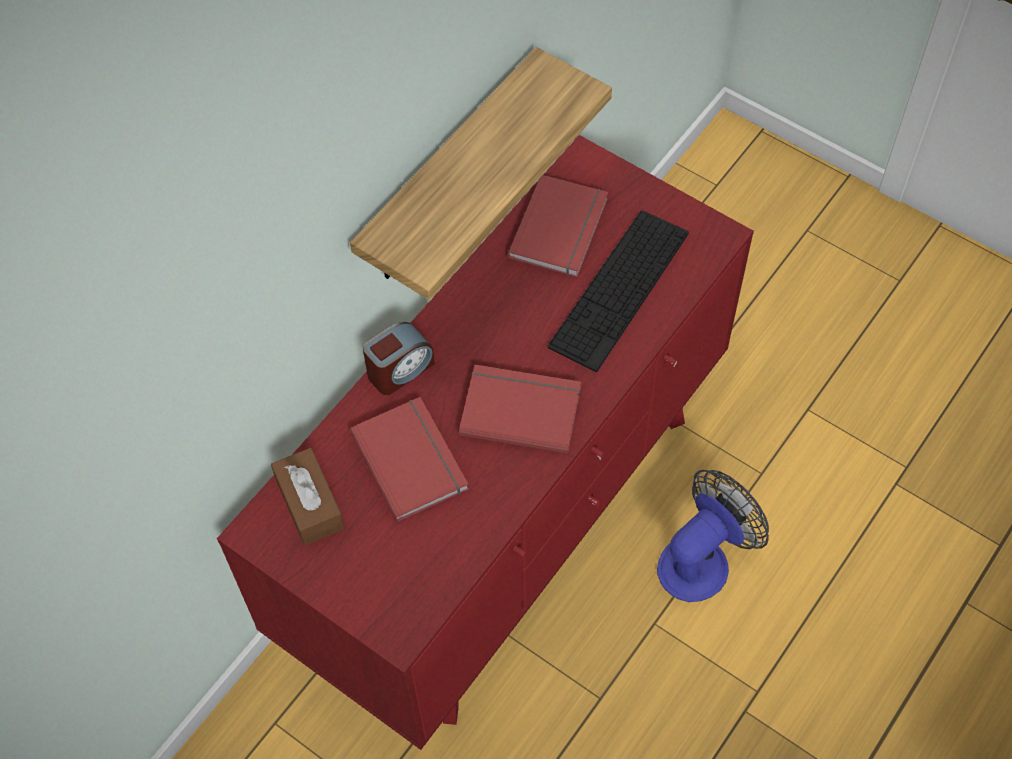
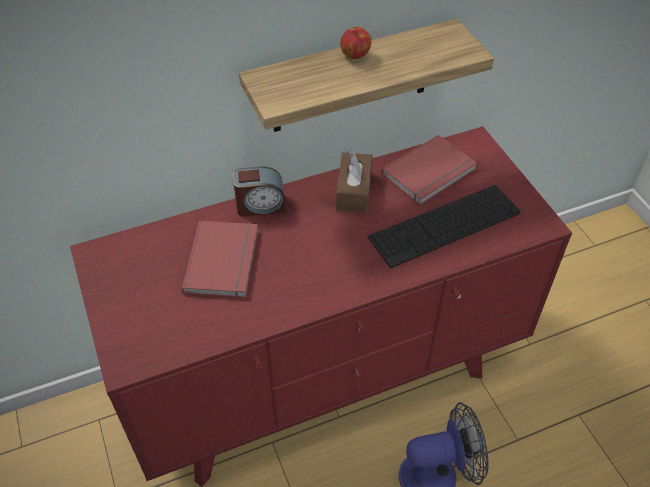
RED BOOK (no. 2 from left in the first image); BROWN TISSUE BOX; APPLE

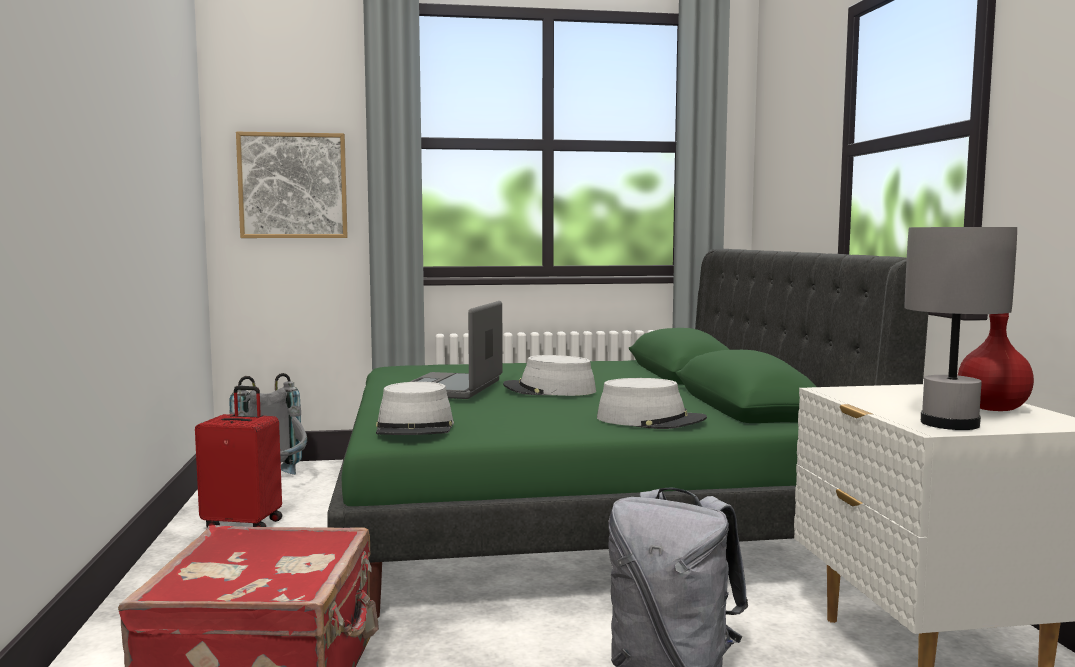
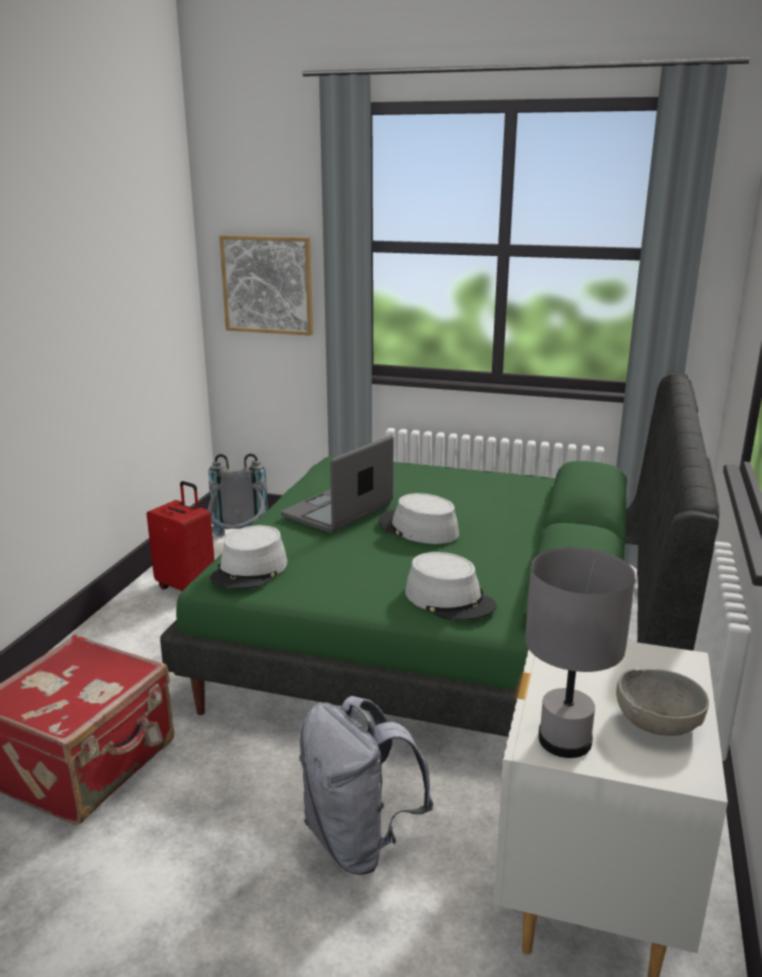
GREY BOWL

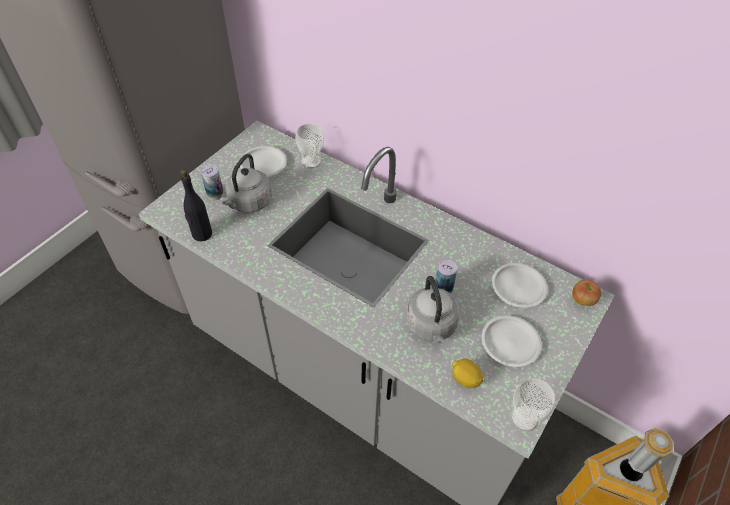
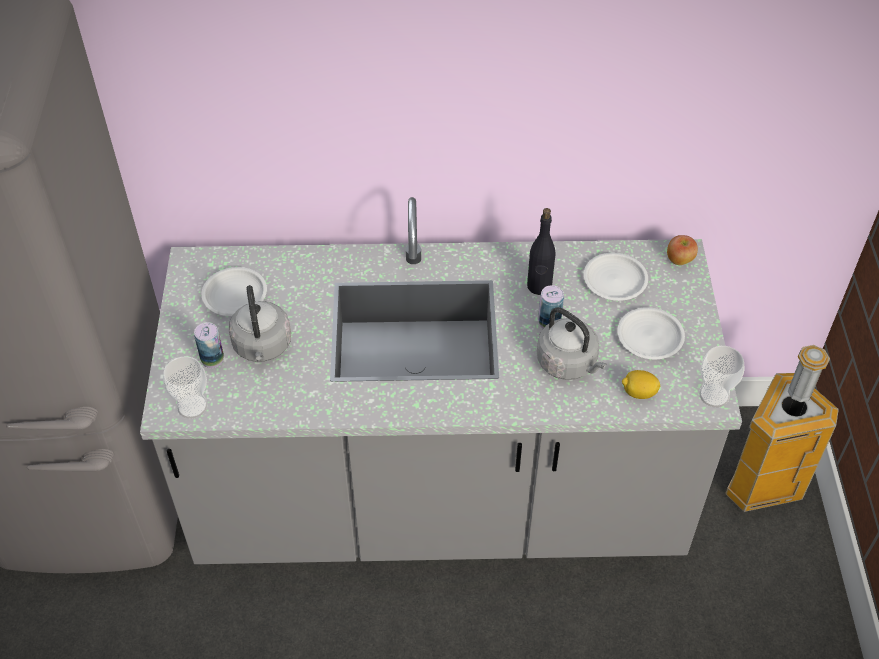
CUP (no. 1 from left); BLACK BOTTLE

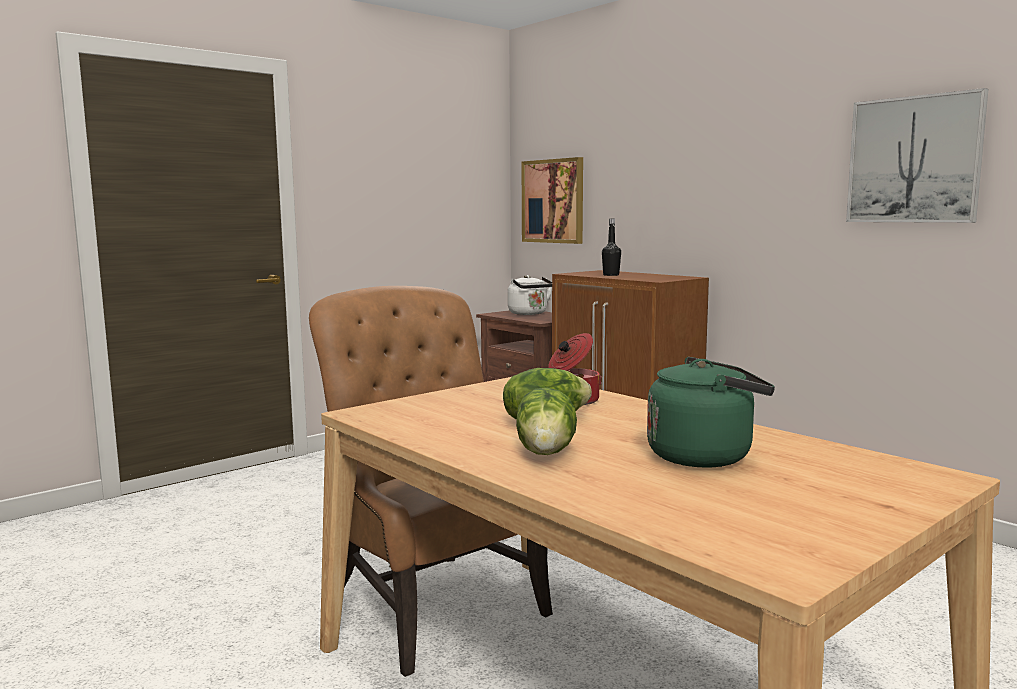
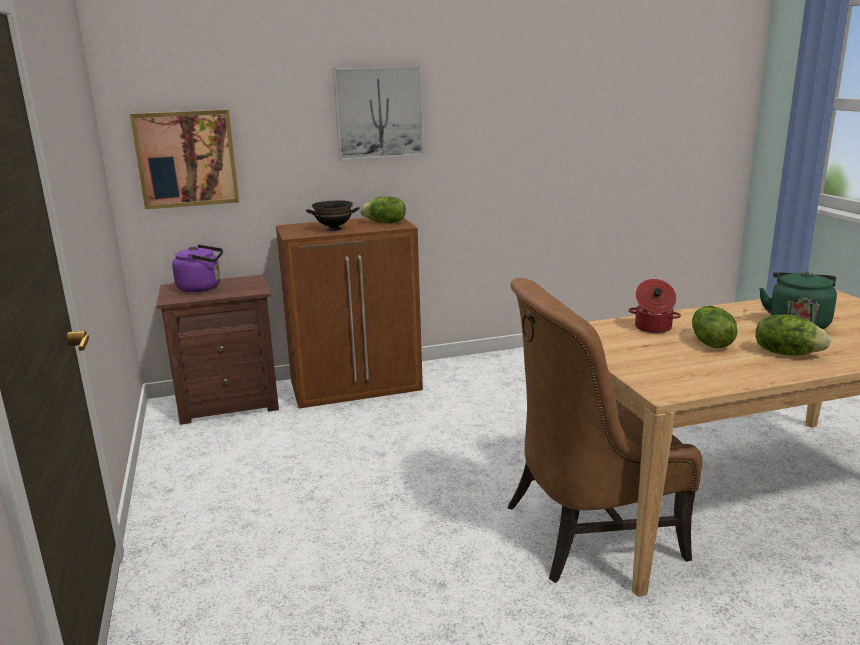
PICTURE (no. 2 from left); BLACK BOWL; PURPLE KETTLE; LETTUCE (no. 1 from left)

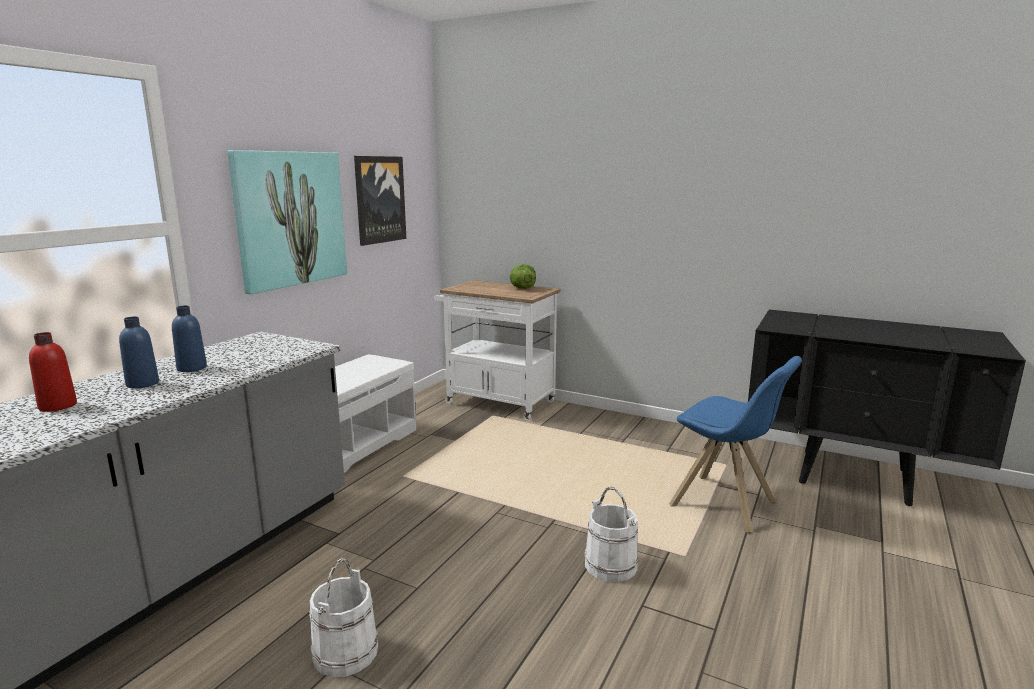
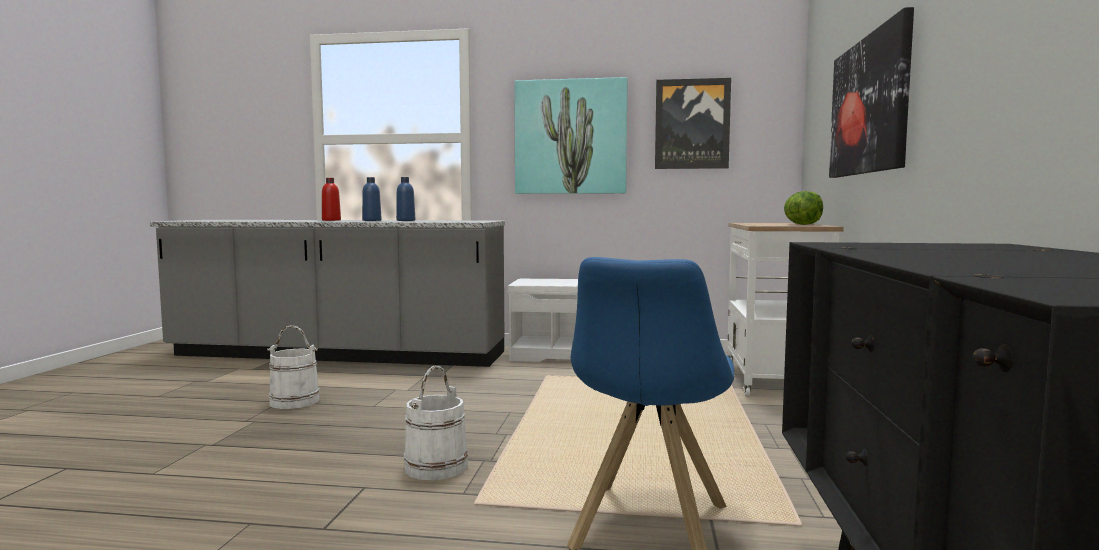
PICTURE (no. 3 from left)

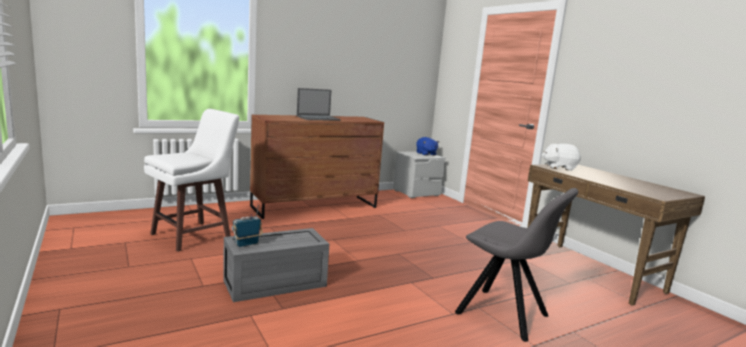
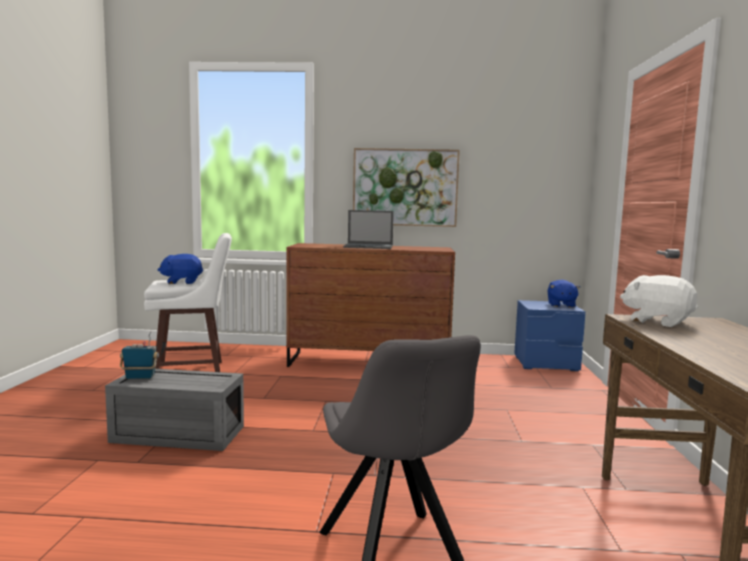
BLUE NIGHTSTAND; PICTURE; BLUE PLUSH TOY (no. 1 from left)

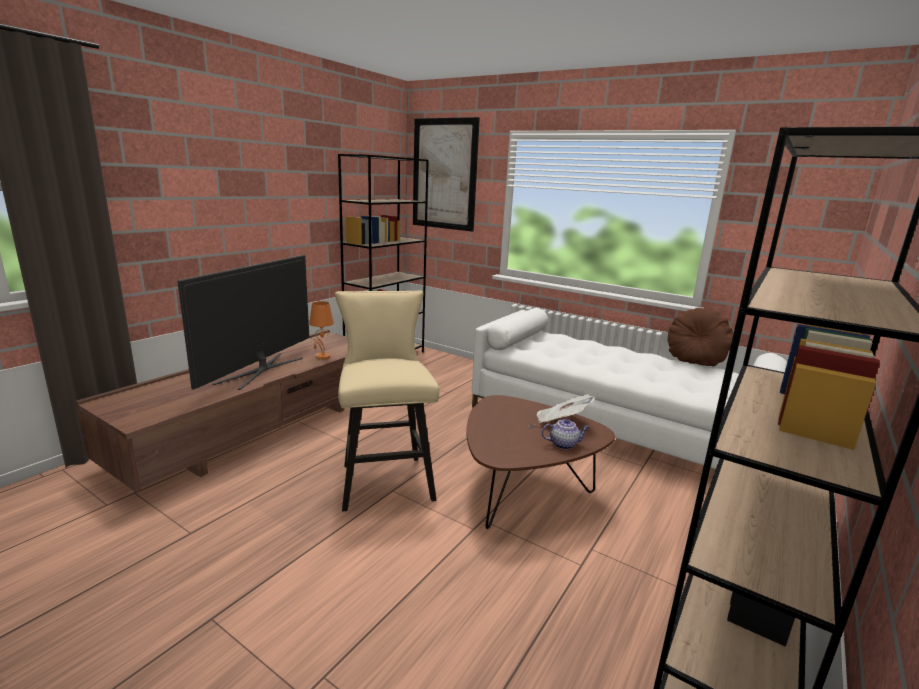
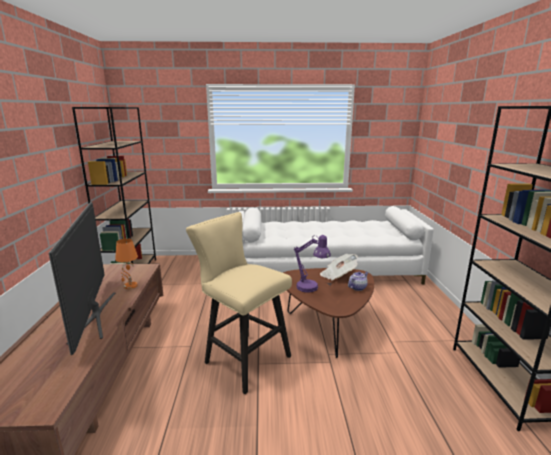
PICTURE; BROWN PILLOW; PURPLE TABLE LAMP

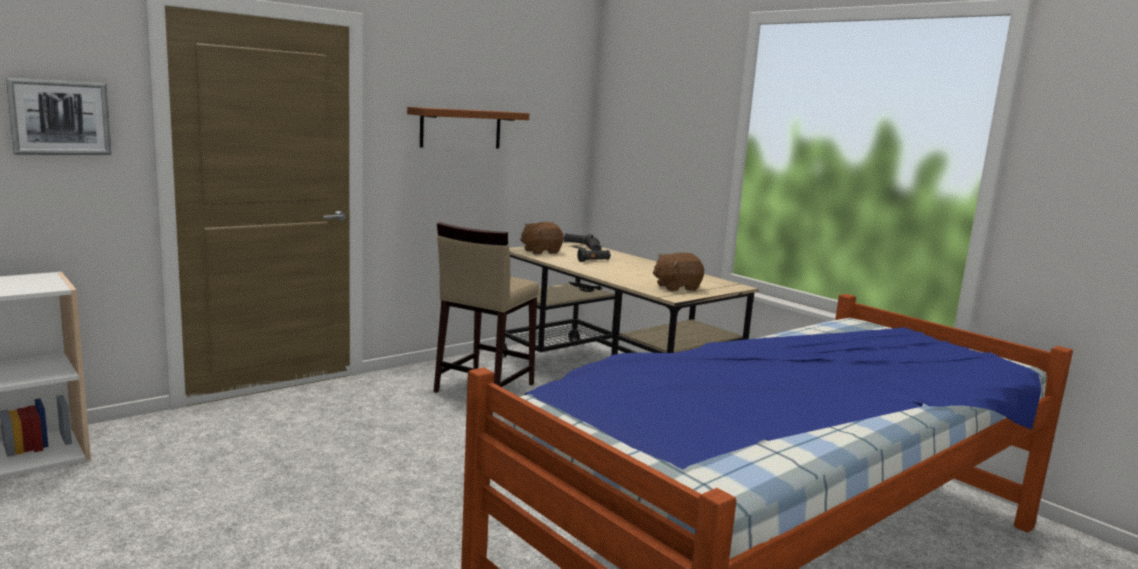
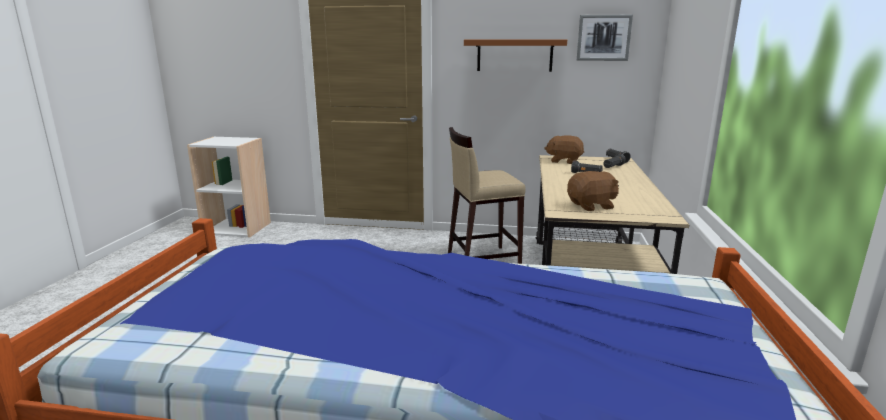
PICTURE; BROWN PLUSH TOY (no. 2 from left)

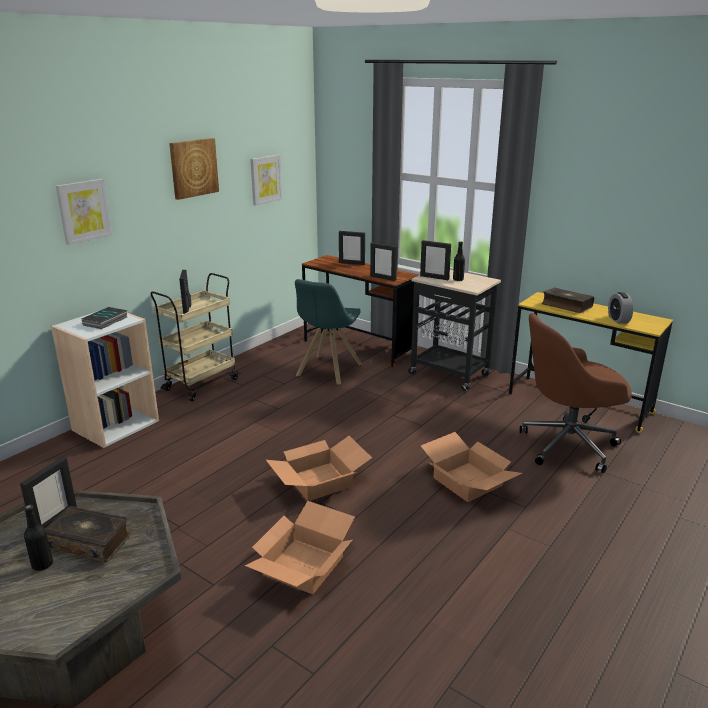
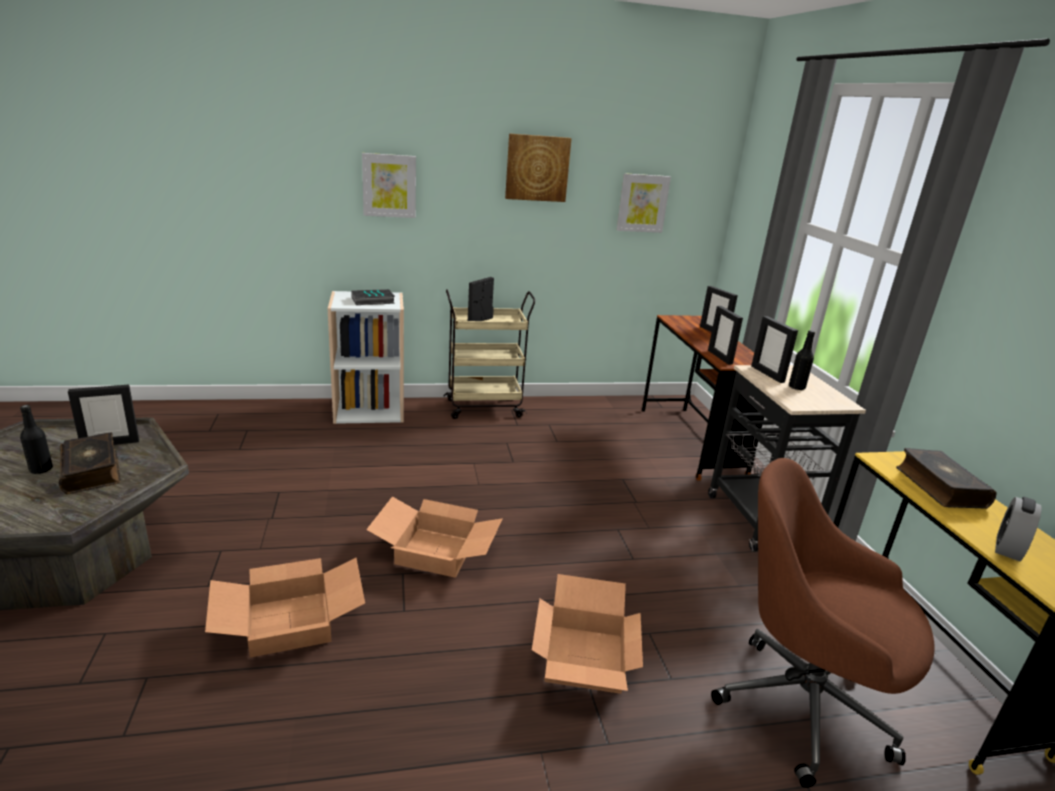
TURQUOISE CHAIR

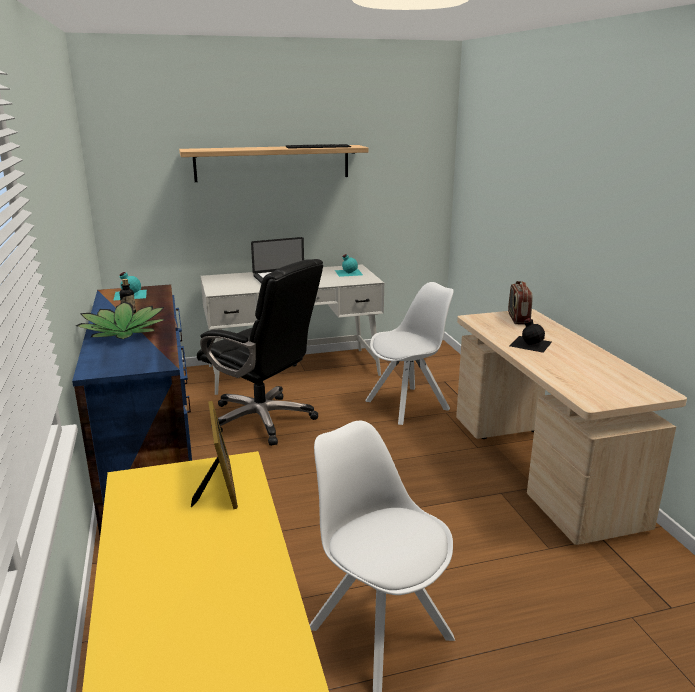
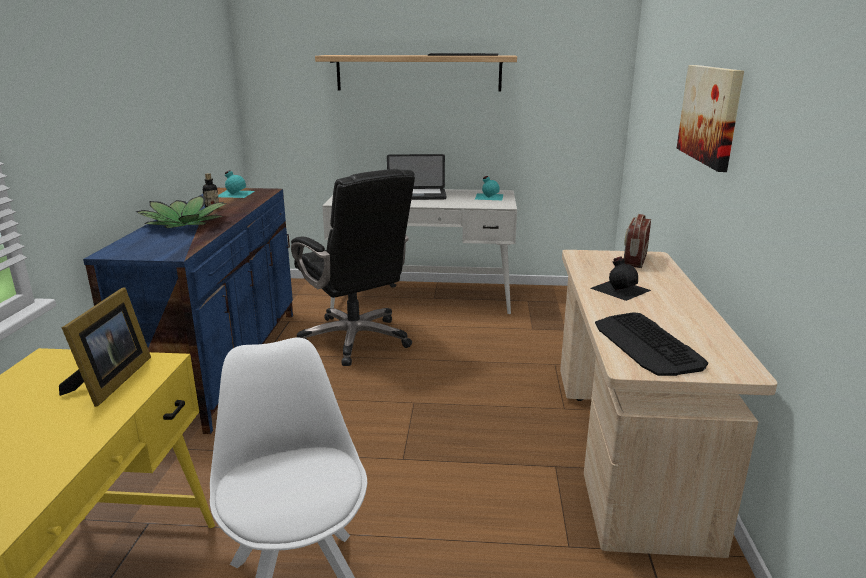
WHITE CHAIR (no. 2 from left in the first image); PICTURE; KEYBOARD (no. 2 from left)

